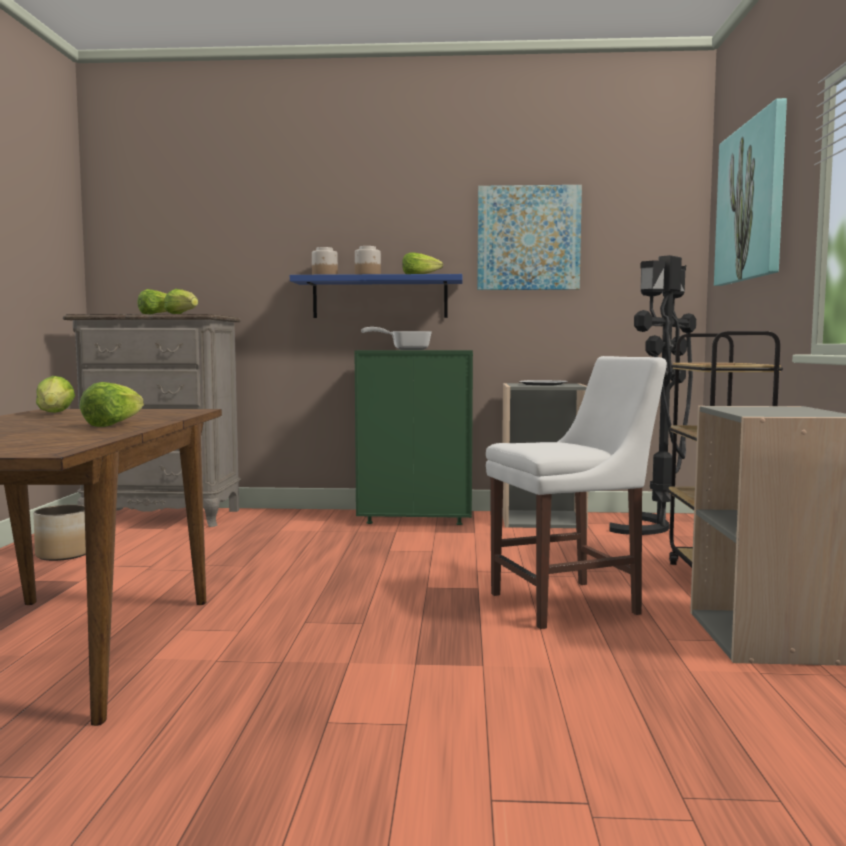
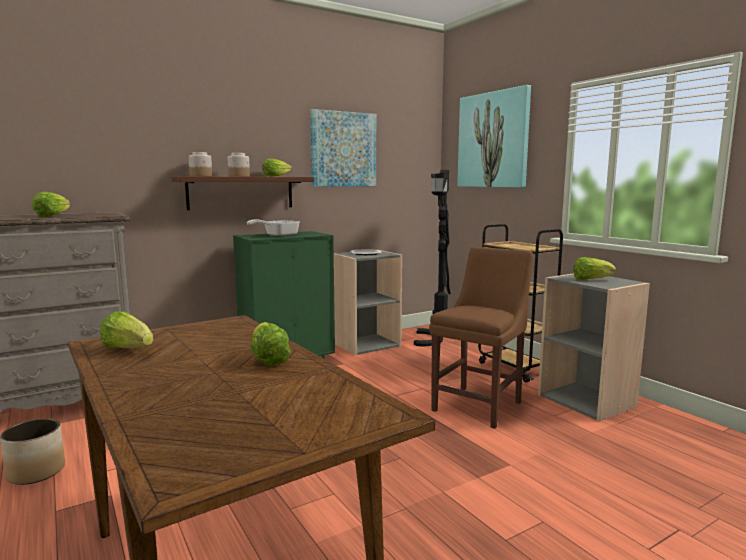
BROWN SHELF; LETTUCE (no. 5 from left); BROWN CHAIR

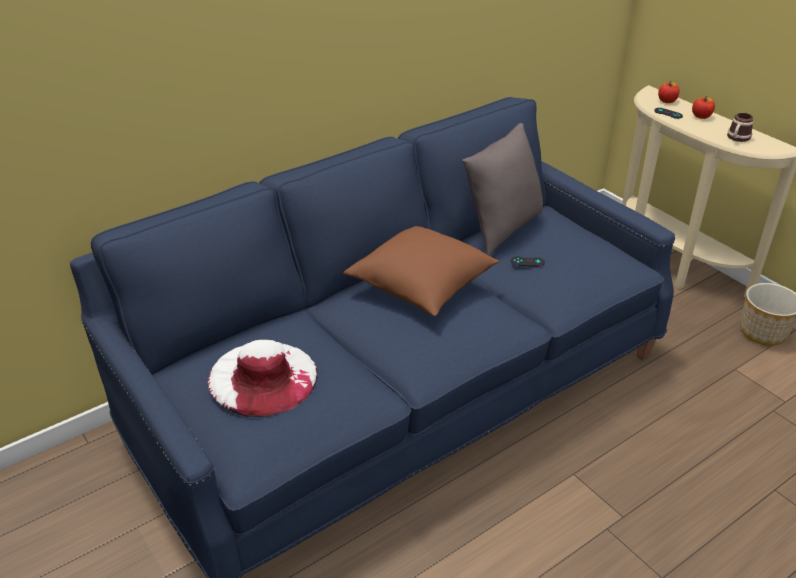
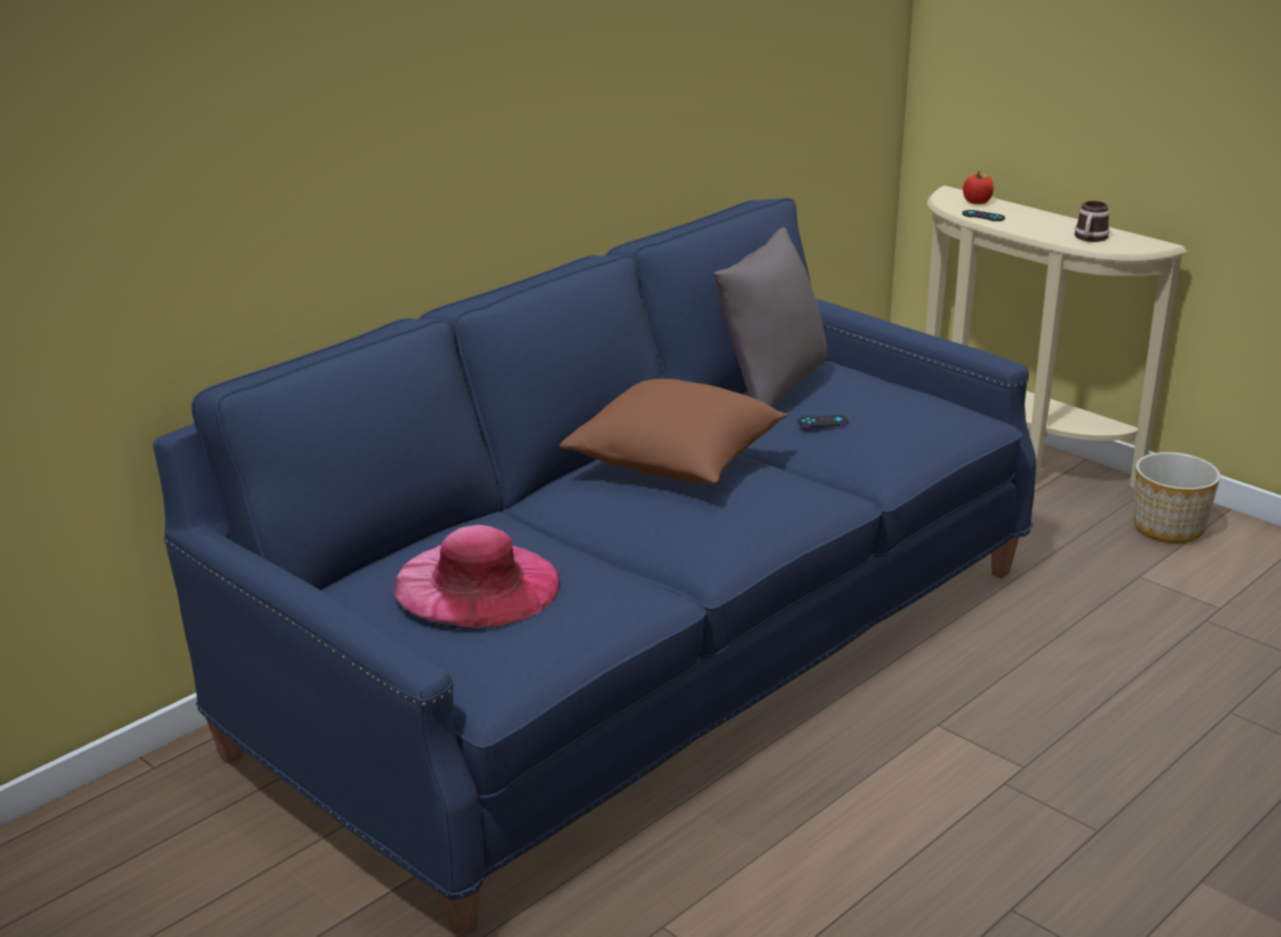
APPLE (no. 2 from left in the first image); PINK HAT

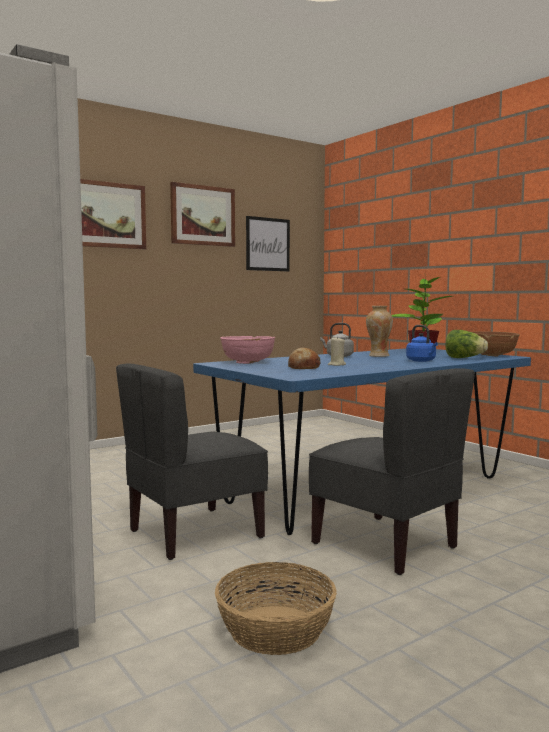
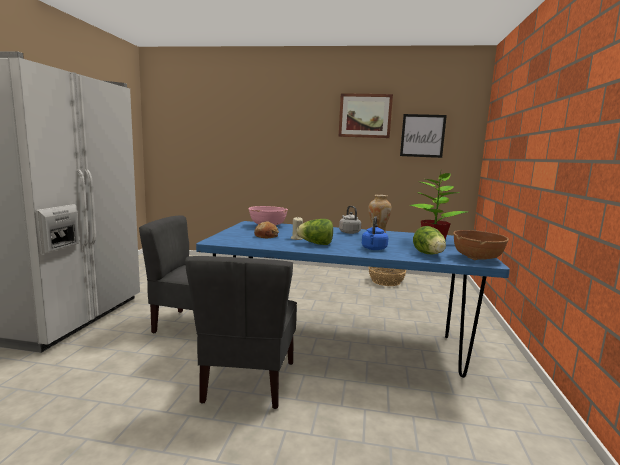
PICTURE (no. 1 from left in the first image); BASKET; LETTUCE (no. 1 from left)

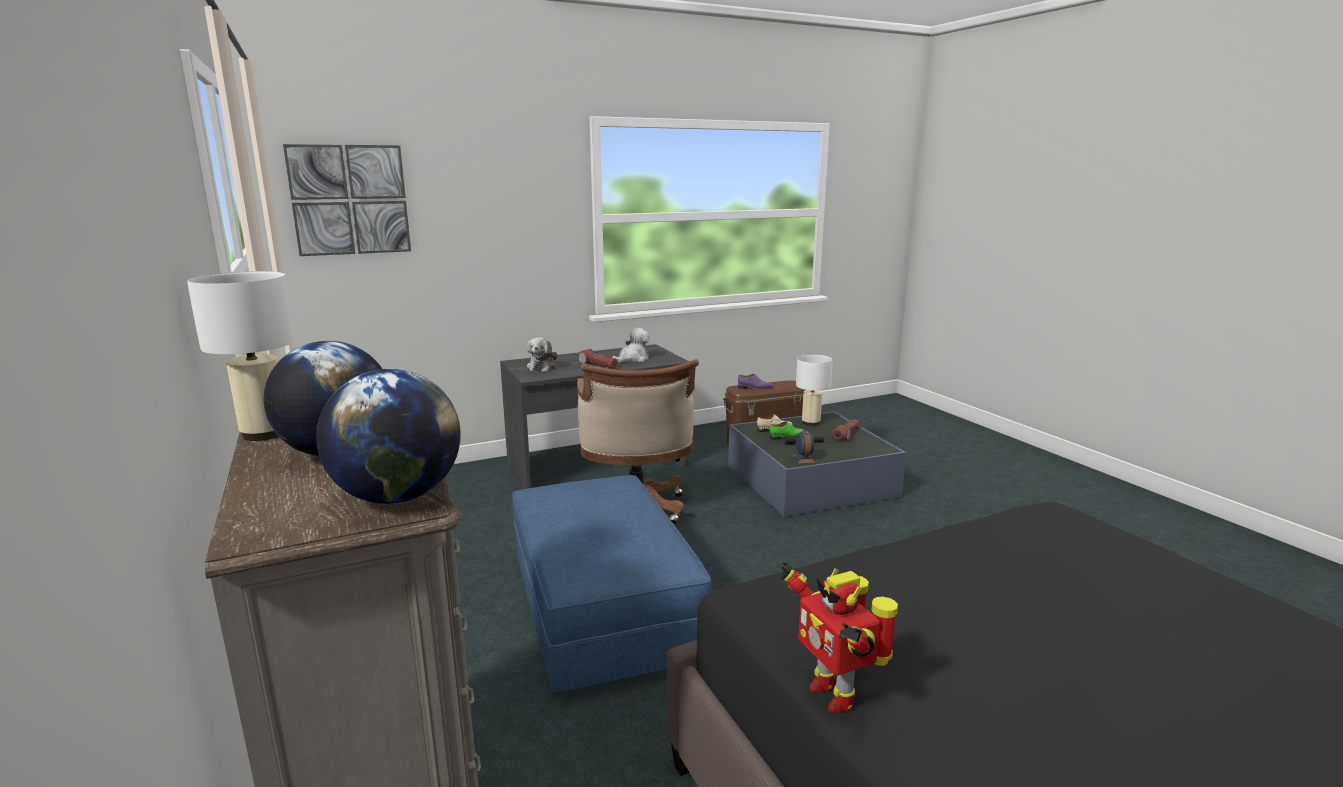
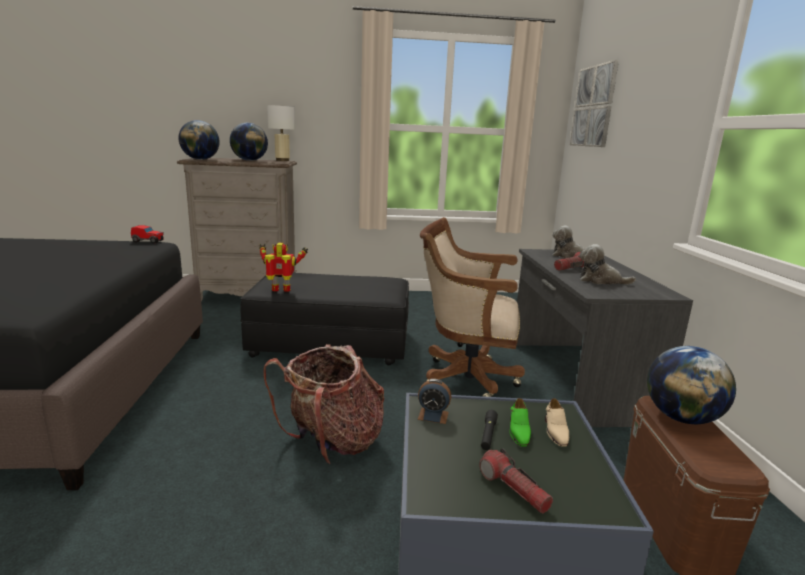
PLUSH TOY (no. 2 from left); WHITE TABLE LAMP (no. 2 from left in the first image); GLOBE (no. 3 from left); BLACK OTTOMAN; TOY ROBOT; TOY CAR; BACKPACK

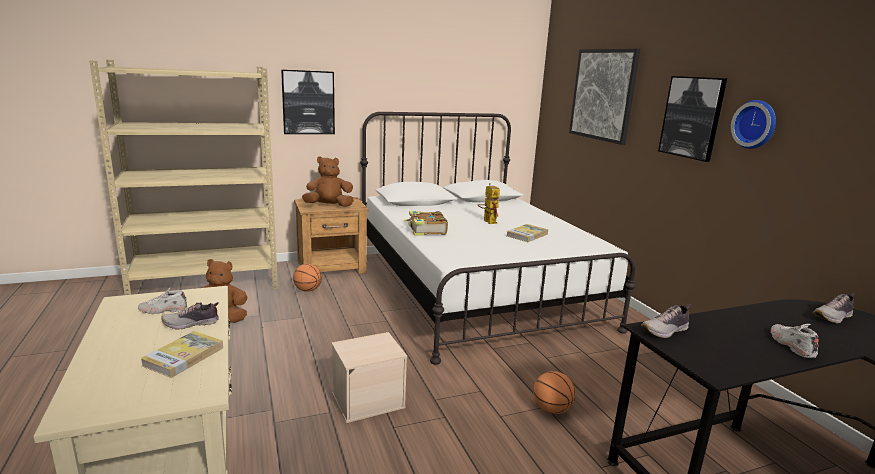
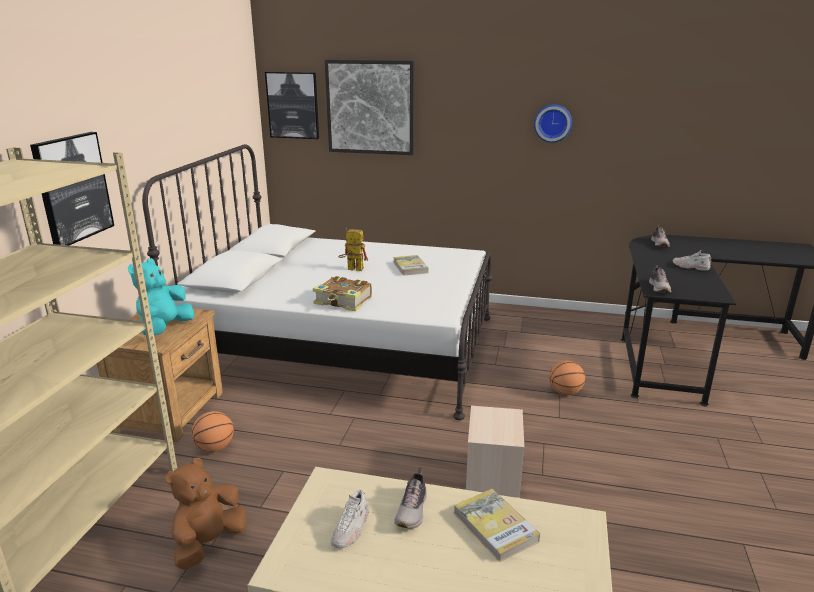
PICTURE (no. 2 from left); TURQUOISE PLUSH TOY

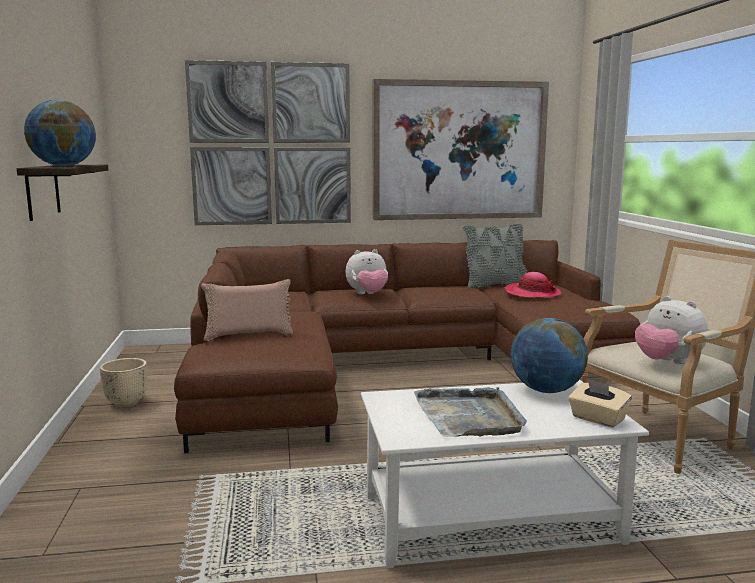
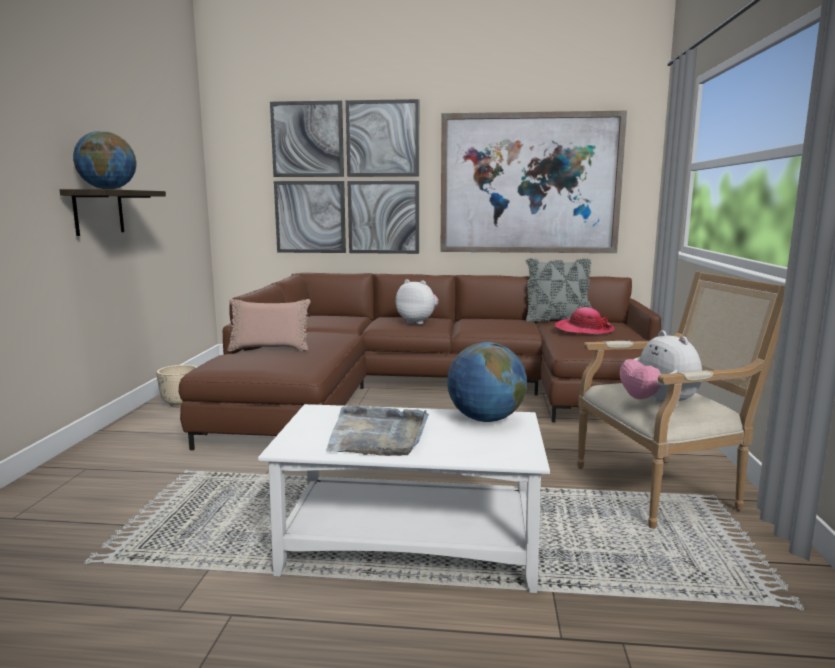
PLUSH TOY (no. 1 from left); BEIGE TISSUE BOX

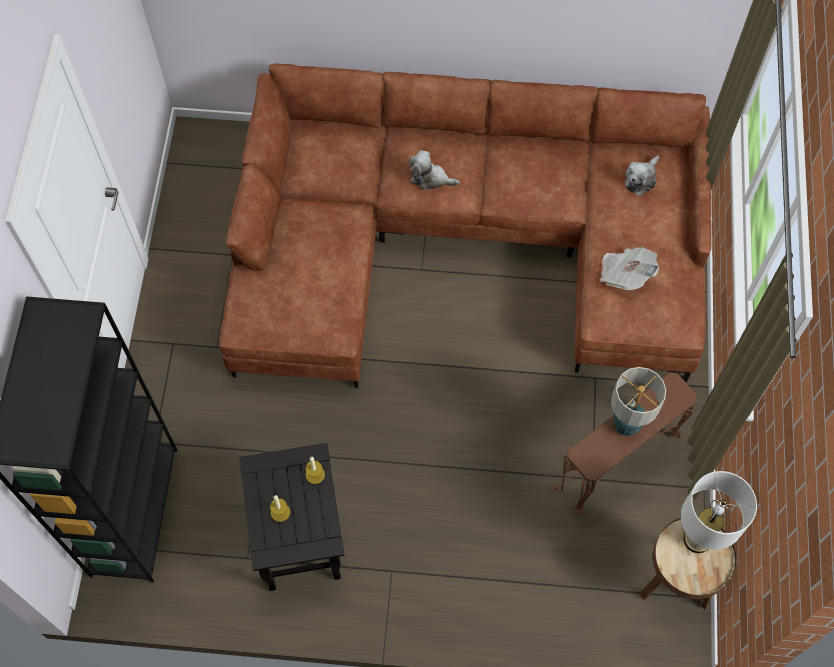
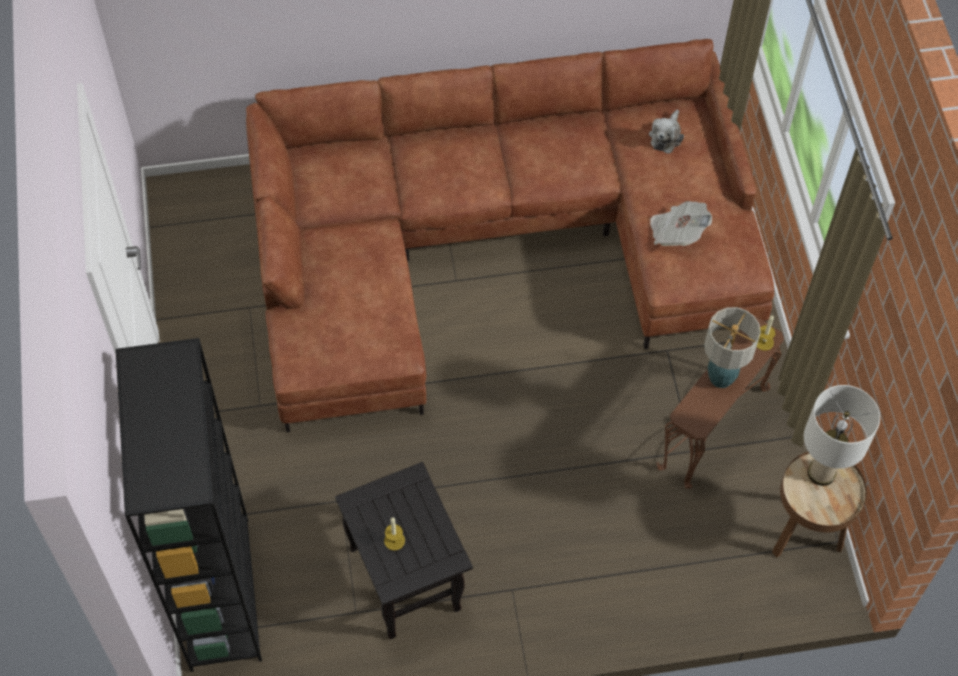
PLUSH TOY (no. 1 from left in the first image); CANDLE (no. 2 from left)

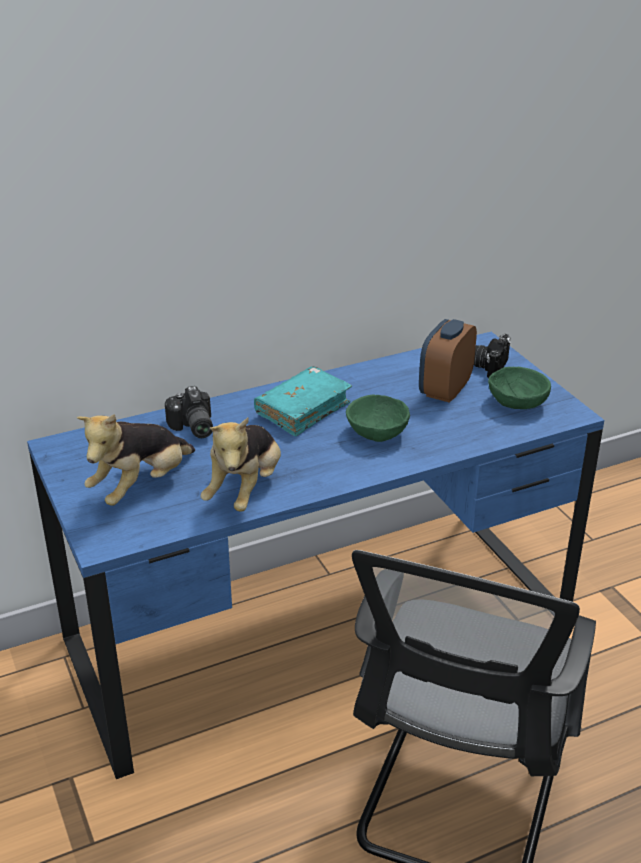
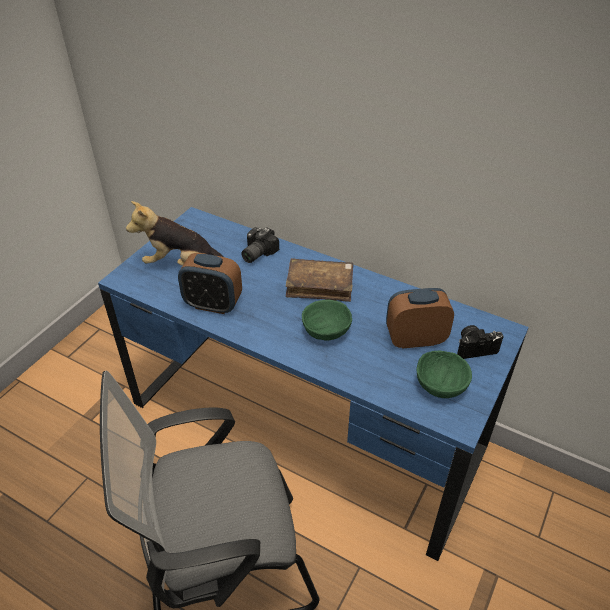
BROWN BOOK; ALARM CLOCK (no. 1 from left)

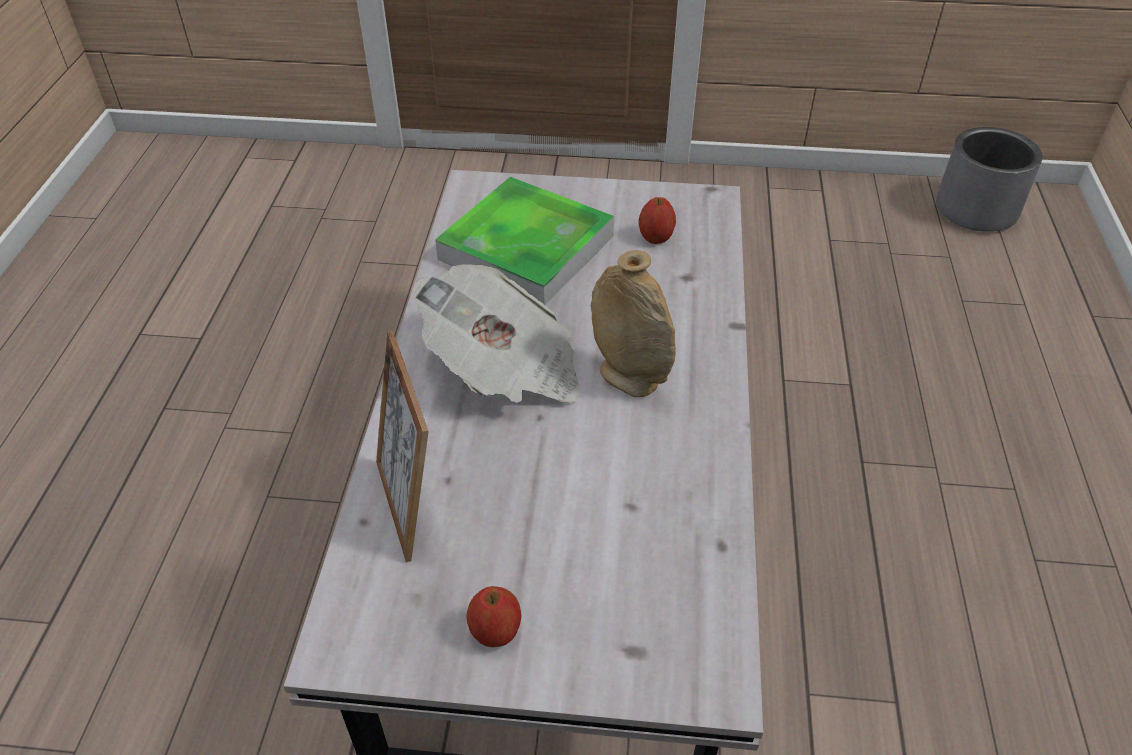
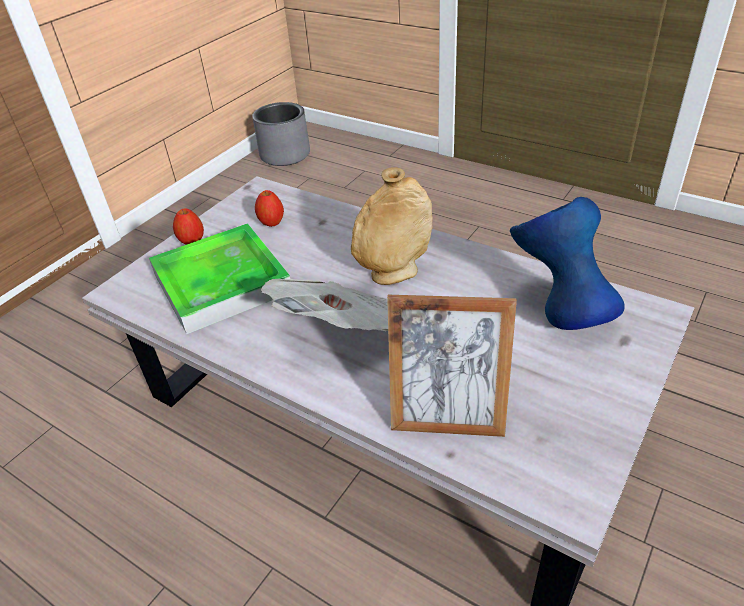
APPLE (no. 1 from left); BLUE VASE

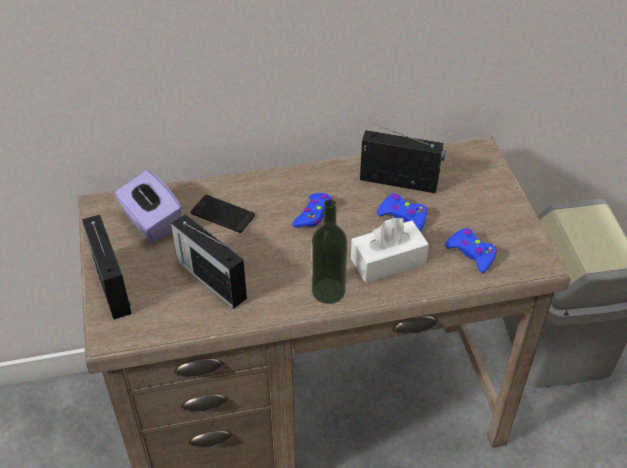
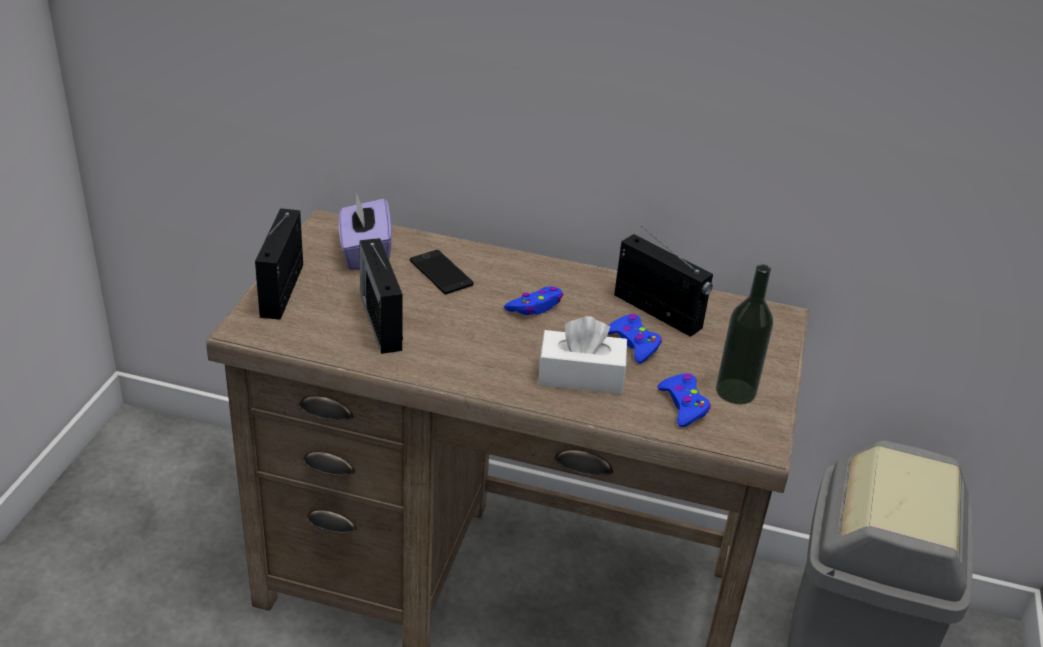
BOTTLE

